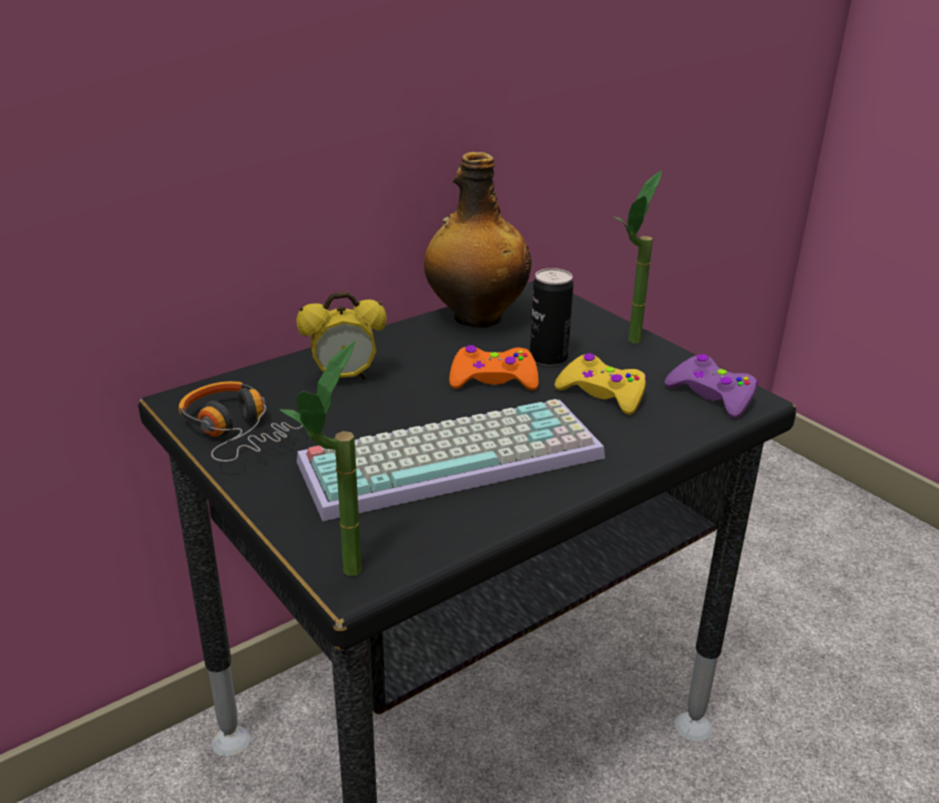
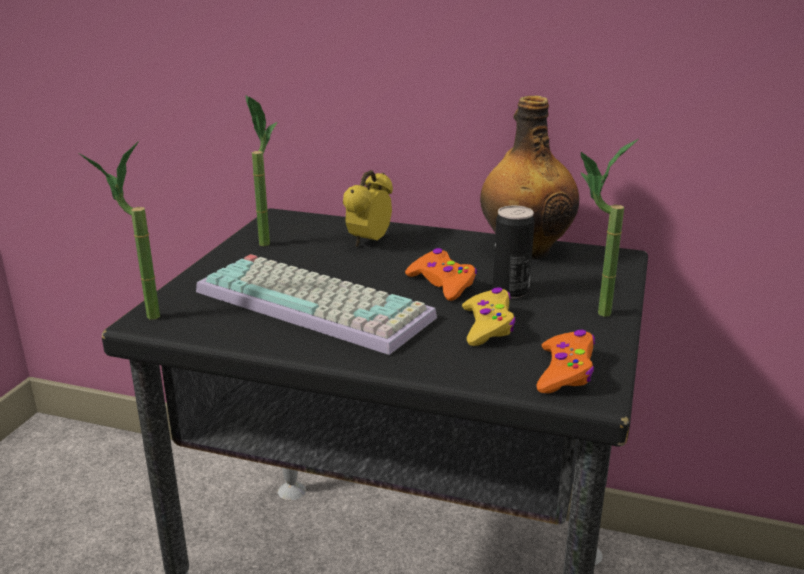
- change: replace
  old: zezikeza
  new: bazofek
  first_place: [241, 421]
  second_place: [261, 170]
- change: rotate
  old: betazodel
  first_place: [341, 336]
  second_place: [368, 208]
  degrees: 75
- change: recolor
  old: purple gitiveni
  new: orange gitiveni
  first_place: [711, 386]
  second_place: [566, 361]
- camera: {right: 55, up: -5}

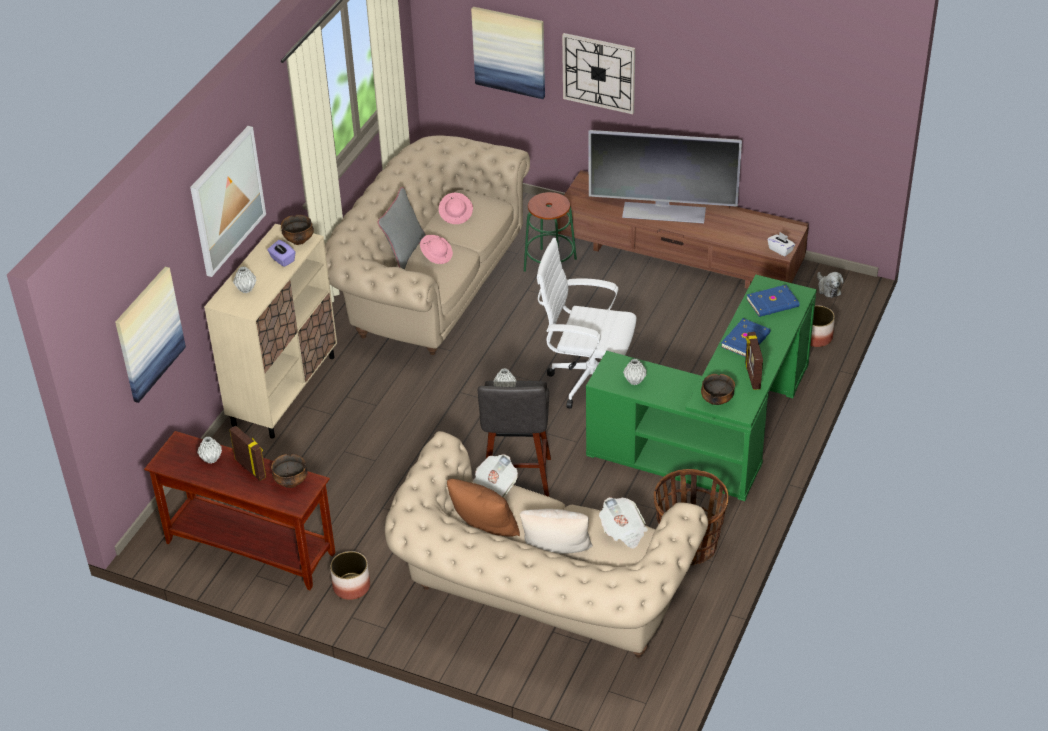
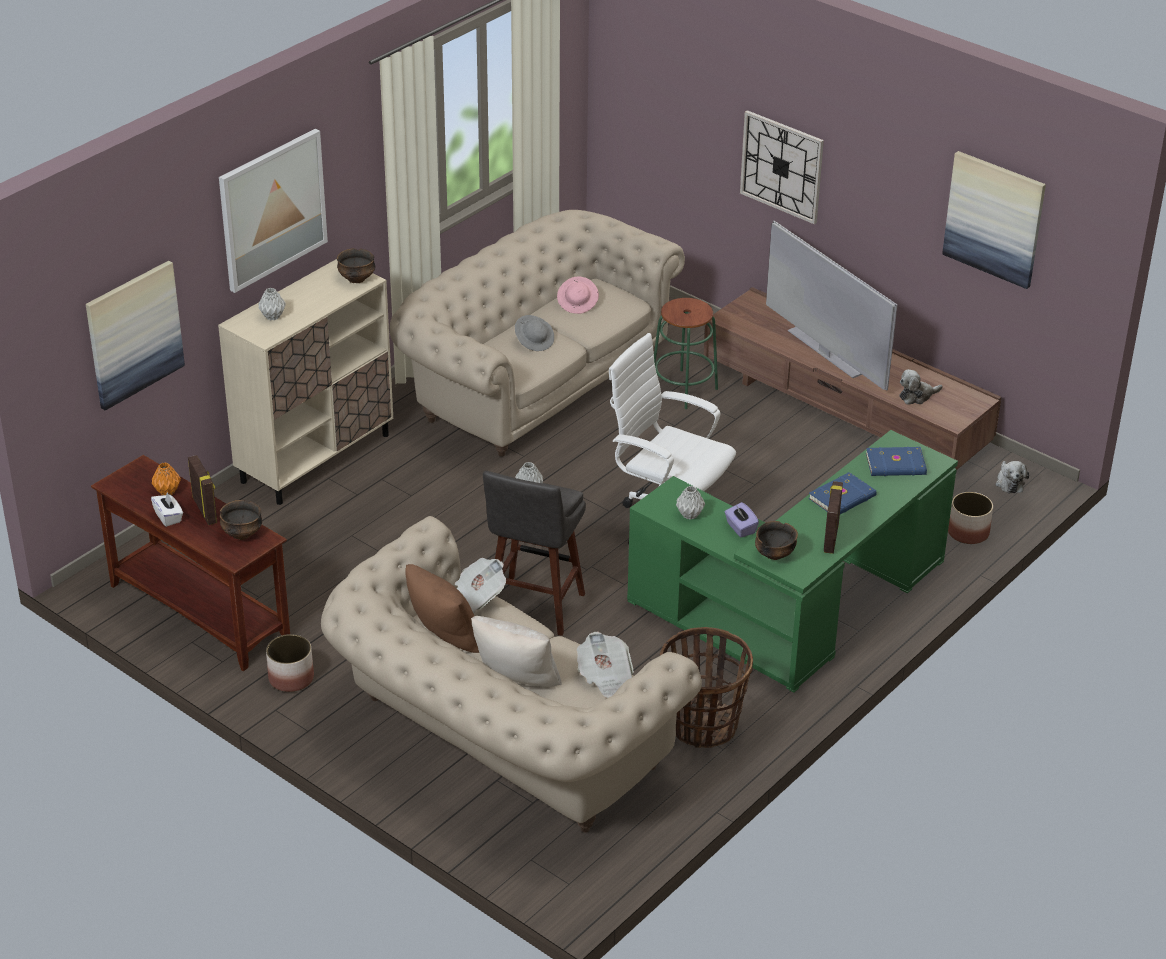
- change: move
  old: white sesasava
  first_place: [781, 244]
  second_place: [167, 509]
- change: recolor
  old: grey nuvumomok
  new: orange nuvumomok
  first_place: [209, 450]
  second_place: [166, 479]
- change: recolor
  old: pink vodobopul
  new: grey vodobopul
  first_place: [436, 249]
  second_place: [534, 333]
- change: move
  old: purple sesasava
  first_place: [281, 253]
  second_place: [742, 519]
- change: rotate
  old: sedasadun
  first_place: [665, 176]
  second_place: [831, 306]
  degrees: -150
- change: insert
  new: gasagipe
  second_place: [921, 387]
- change: move
  old: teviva
  first_place: [508, 53]
  second_place: [994, 220]
- change: delete
  old: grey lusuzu
  first_place: [402, 228]
- camera: {right: 15, up: -5}

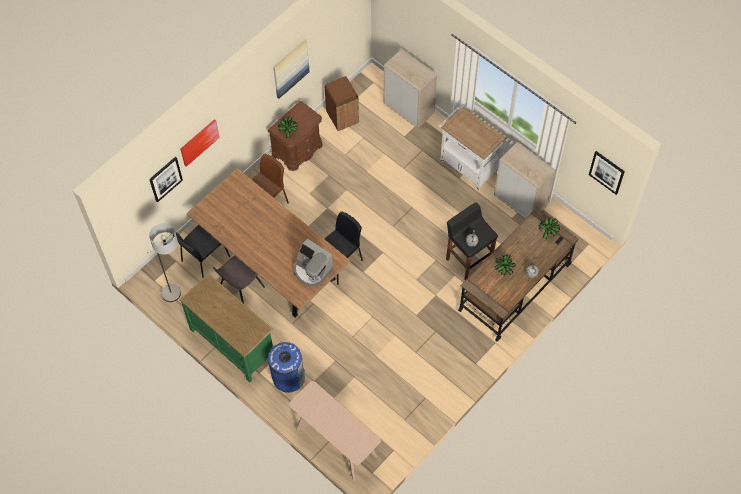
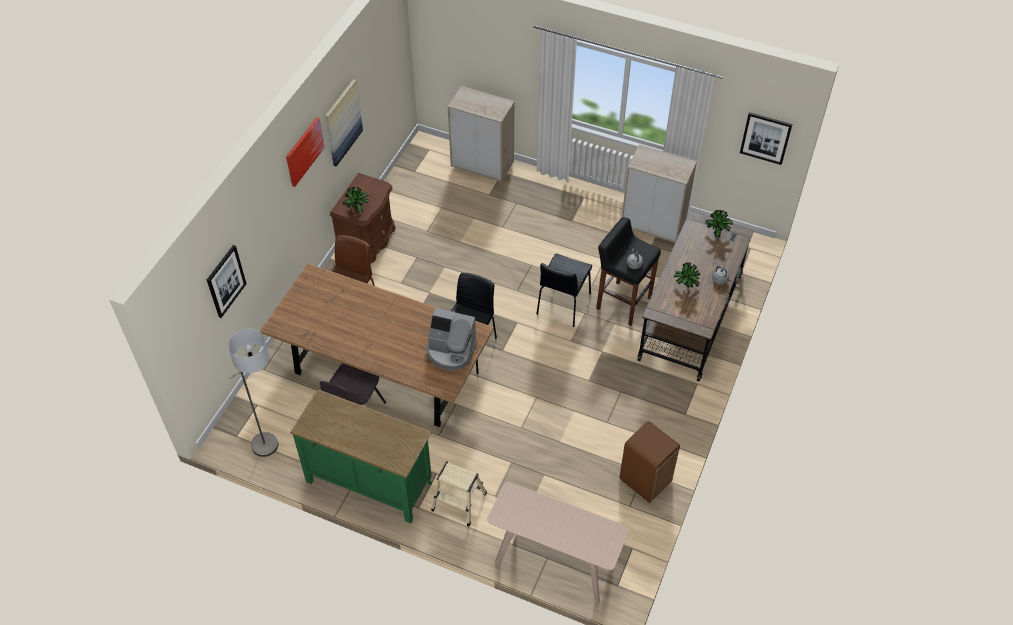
- change: move
  old: teviva
  first_place: [200, 143]
  second_place: [305, 152]
- change: replace
  old: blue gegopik
  new: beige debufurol
  first_place: [286, 367]
  second_place: [459, 493]
- change: move
  old: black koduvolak
  first_place: [201, 251]
  second_place: [564, 290]
- change: move
  old: brown gegopik
  first_place: [342, 103]
  second_place: [649, 462]
- change: delete
  old: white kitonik
  first_place: [472, 148]
- camera: {right: -20, up: -10}

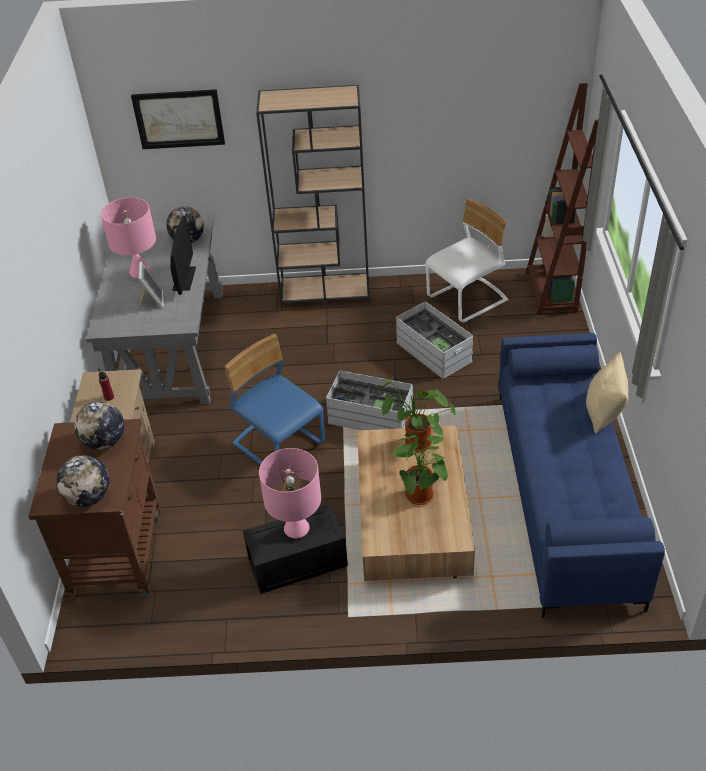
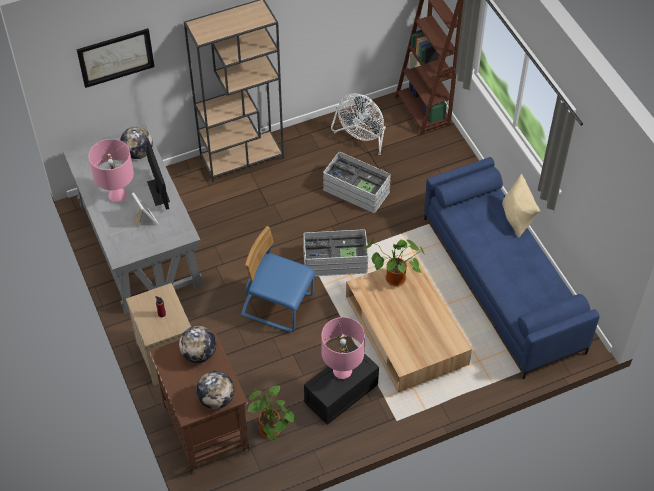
- change: move
  old: bazofek
  first_place: [420, 469]
  second_place: [271, 413]
- change: replace
  old: white koduvolak
  new: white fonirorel
  first_place: [466, 260]
  second_place: [358, 124]
- camera: {right: -25, up: 10}

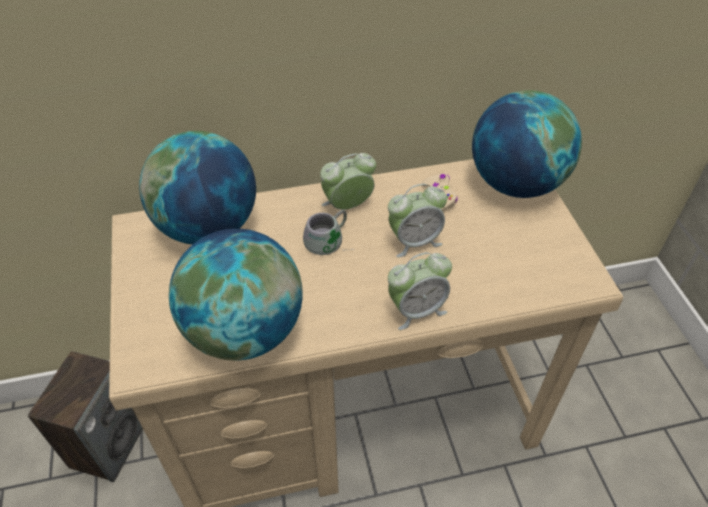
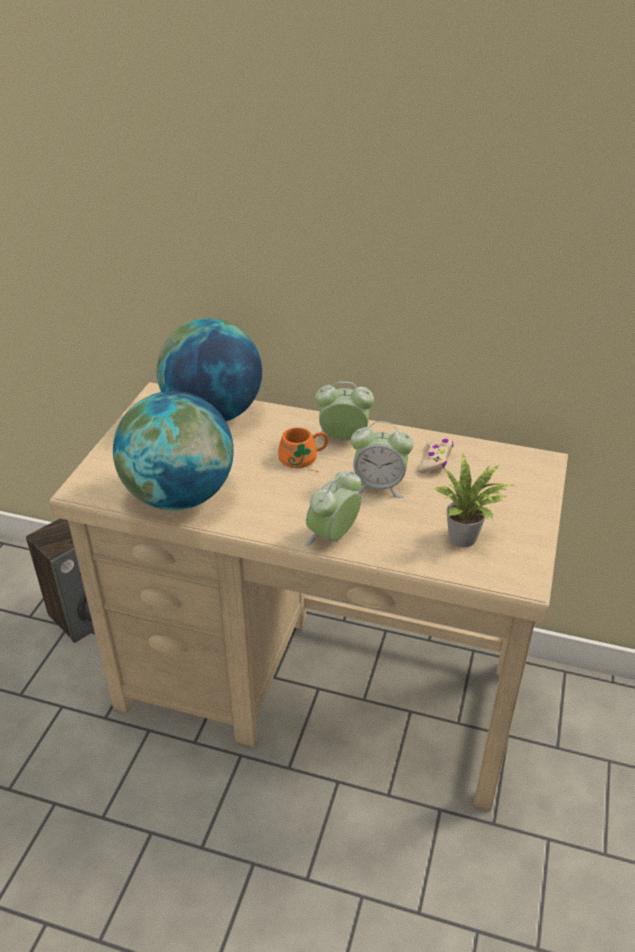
- change: recolor
  old: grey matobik
  new: orange matobik
  first_place: [328, 232]
  second_place: [303, 449]
- change: rotate
  old: betazodel
  first_place: [420, 291]
  second_place: [333, 508]
  degrees: 120
- change: insert
  new: bazofek
  second_place: [474, 500]
- change: delete
  old: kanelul
  first_place: [527, 144]
- camera: {right: 30, up: -10}

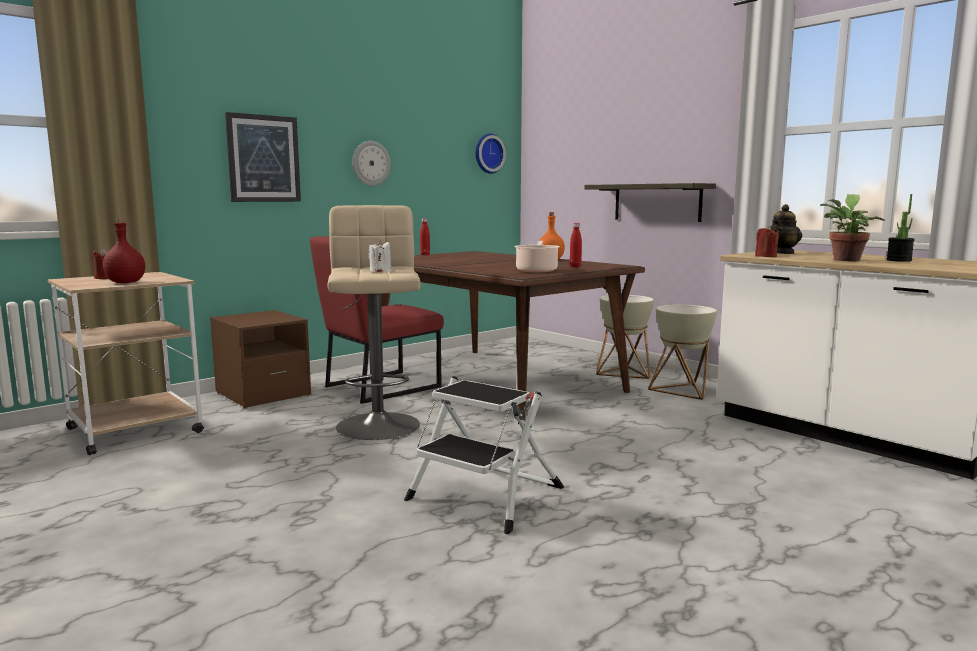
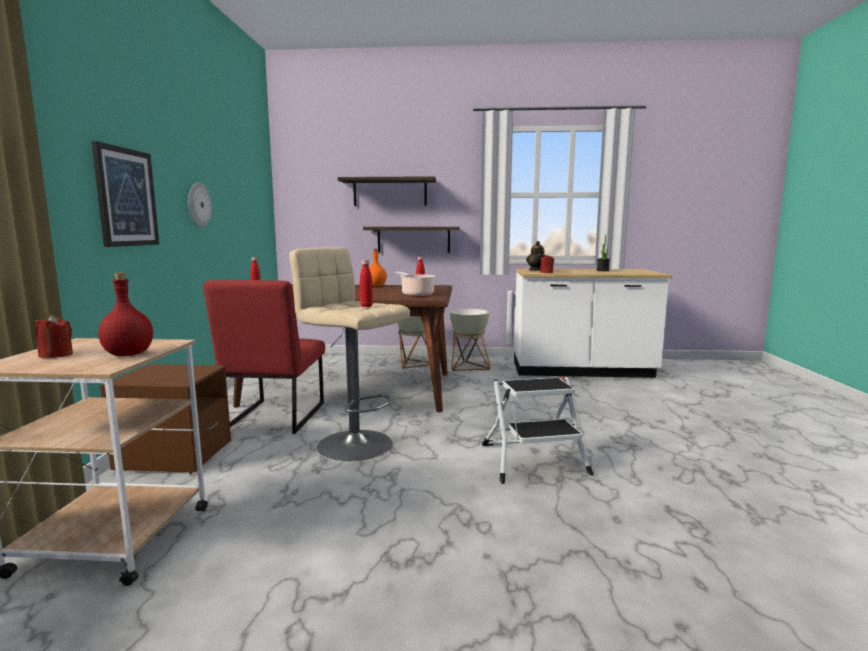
- change: insert
  new: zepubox
  second_place: [386, 191]
- change: replace
  old: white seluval
  new: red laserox
  first_place: [379, 256]
  second_place: [366, 283]
- change: delete
  old: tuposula
  first_place: [490, 154]
- change: delete
  old: bazofek
  first_place: [852, 228]
- camera: {right: -45, up: 0}

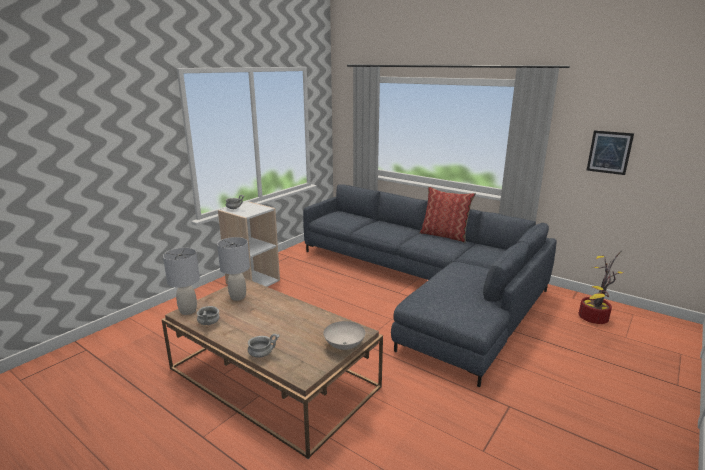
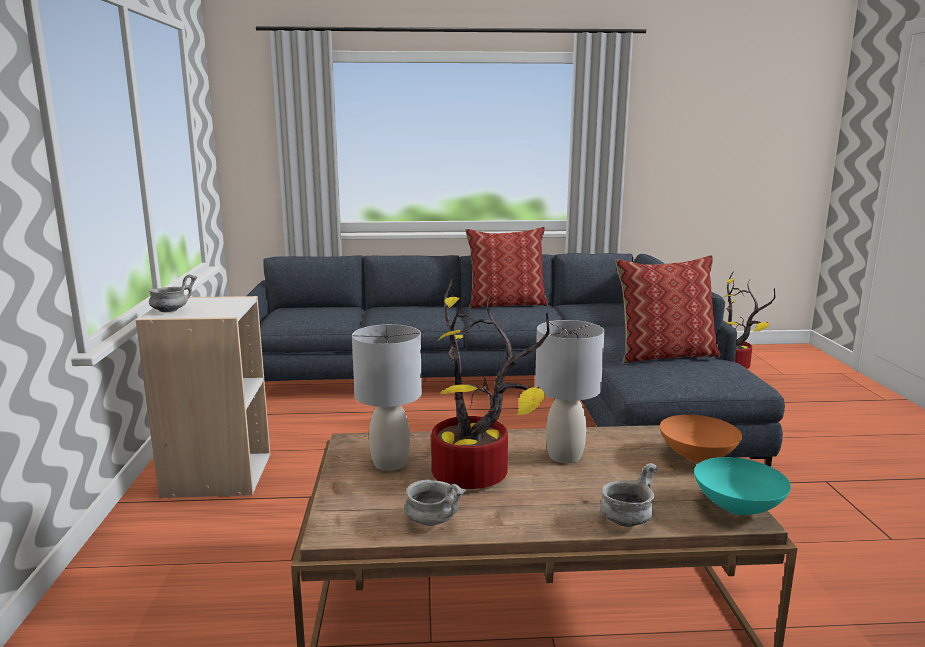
- change: insert
  new: bazofek
  second_place: [490, 383]
- change: move
  old: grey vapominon
  first_place: [181, 281]
  second_place: [570, 391]
- change: insert
  new: lusuzu
  second_place: [667, 309]
- change: recolor
  old: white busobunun
  new: orange busobunun
  first_place: [344, 335]
  second_place: [701, 439]
- change: insert
  new: turquoise busobunun
  second_place: [742, 486]
- change: delete
  old: teviva
  first_place: [610, 152]
- camera: {right: -40, up: -5}

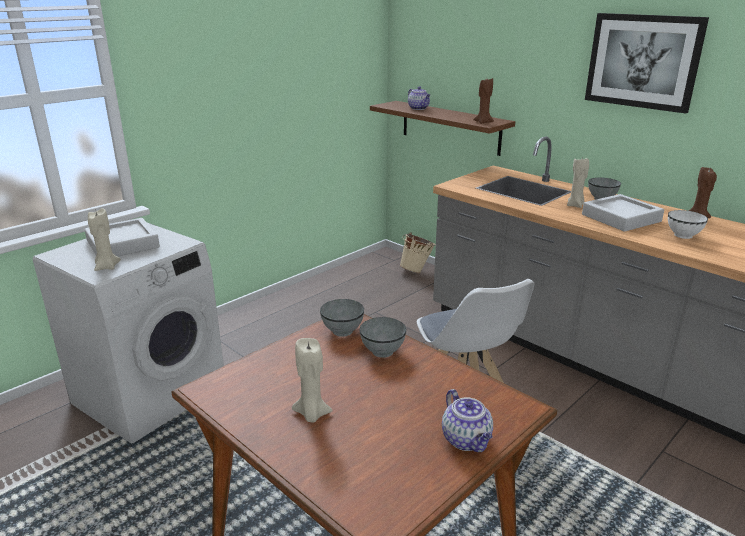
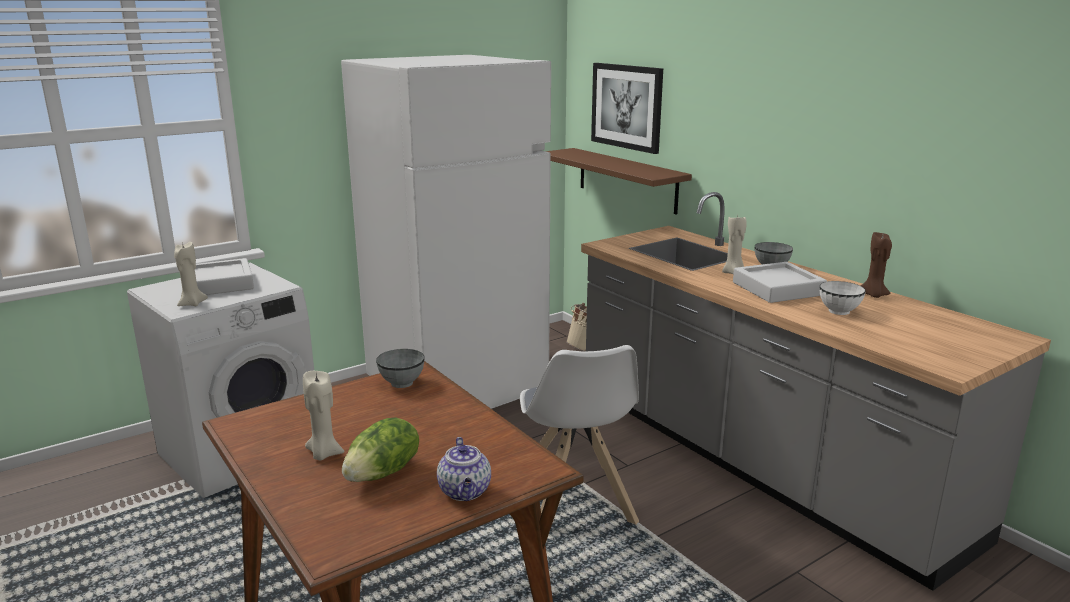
- change: insert
  new: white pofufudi
  second_place: [446, 232]
- change: insert
  new: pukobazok
  second_place: [380, 449]
- change: move
  old: teviva
  first_place: [647, 63]
  second_place: [627, 108]
- change: delete
  old: grey busobunun
  first_place: [382, 337]
- change: delete
  old: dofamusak
  first_place: [419, 98]
- change: delete
  old: brown seluval
  first_place: [483, 101]
- camera: {right: 10, up: -5}

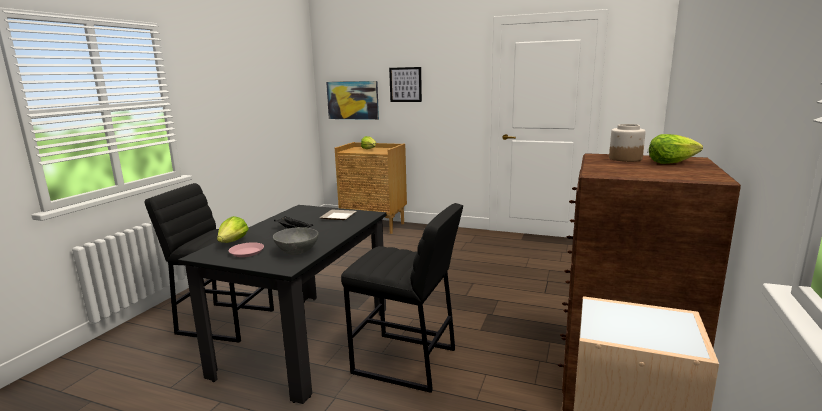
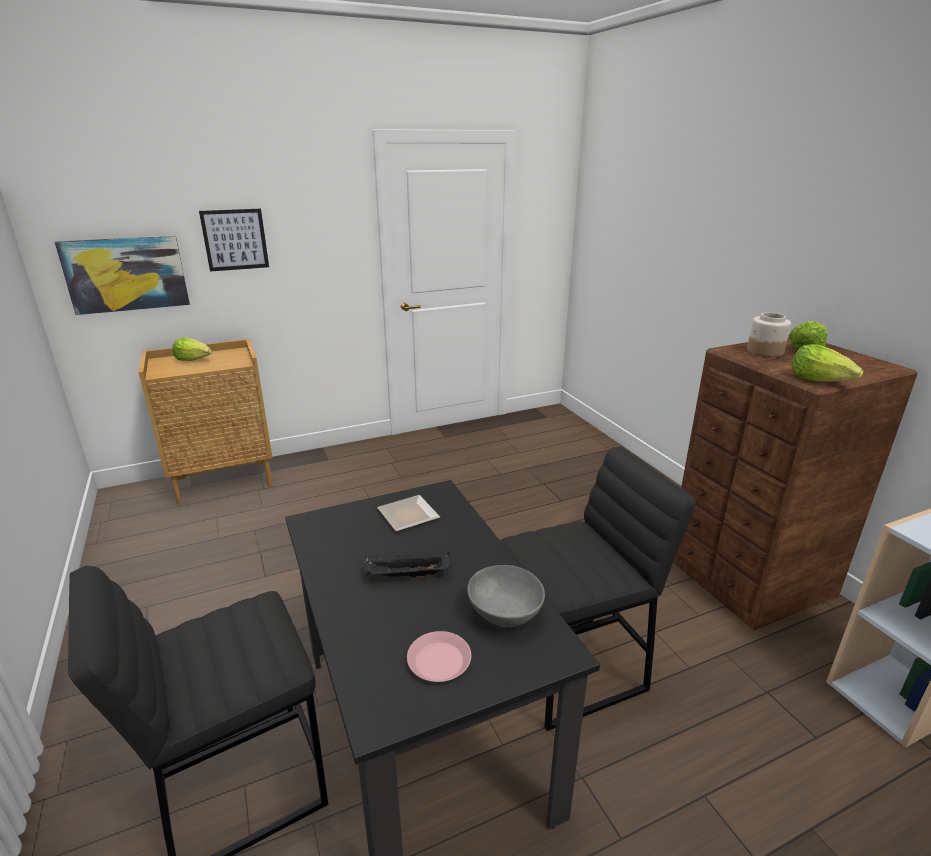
- change: move
  old: pukobazok
  first_place: [233, 229]
  second_place: [827, 363]
- camera: {right: -45, up: 10}

